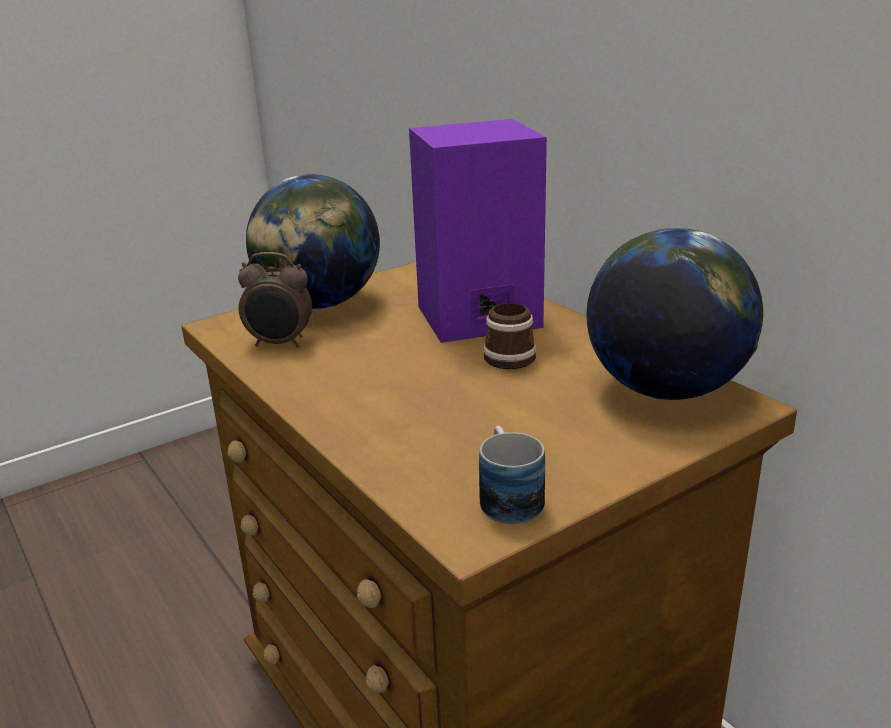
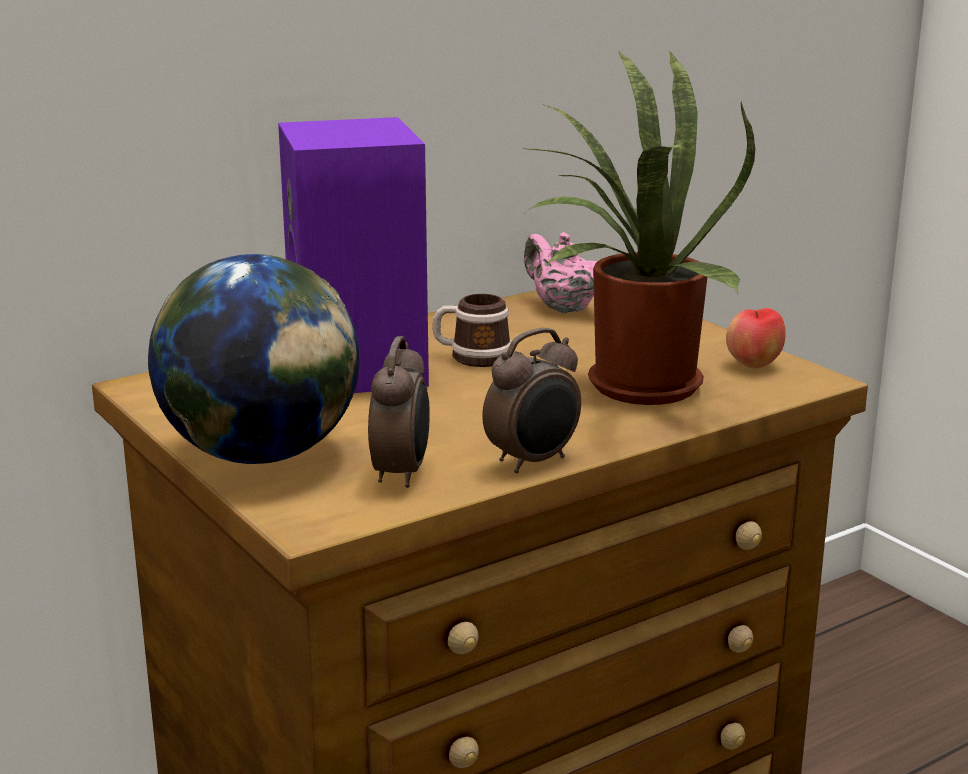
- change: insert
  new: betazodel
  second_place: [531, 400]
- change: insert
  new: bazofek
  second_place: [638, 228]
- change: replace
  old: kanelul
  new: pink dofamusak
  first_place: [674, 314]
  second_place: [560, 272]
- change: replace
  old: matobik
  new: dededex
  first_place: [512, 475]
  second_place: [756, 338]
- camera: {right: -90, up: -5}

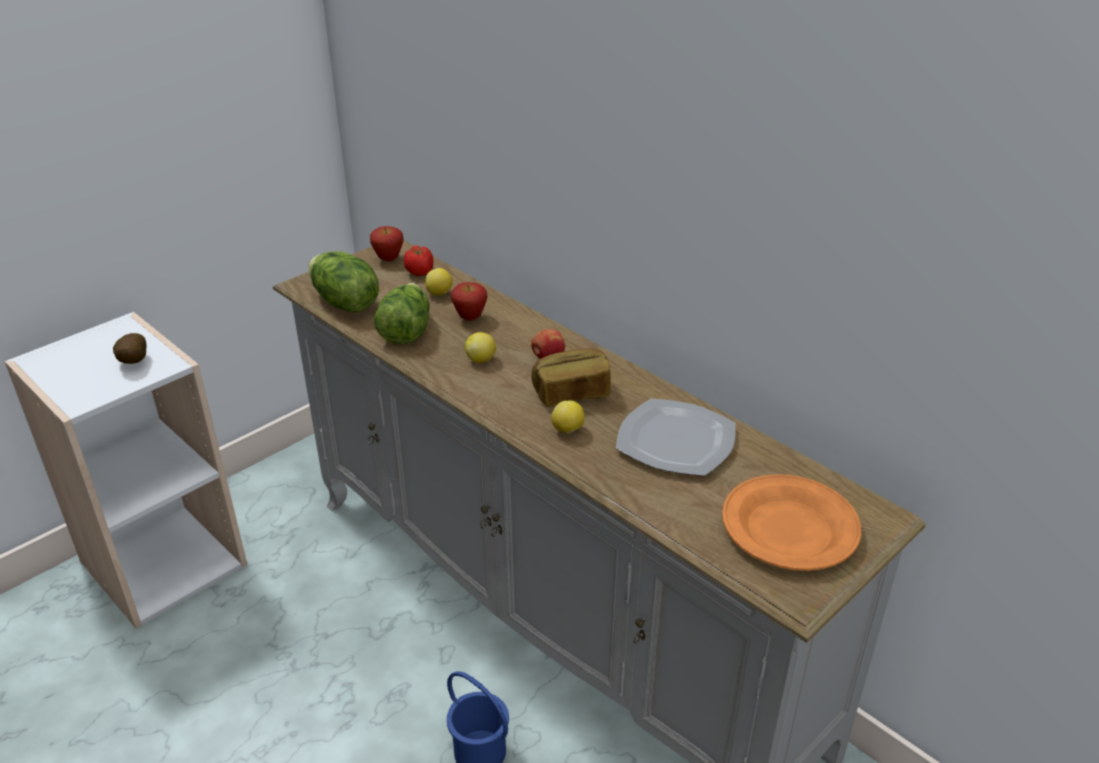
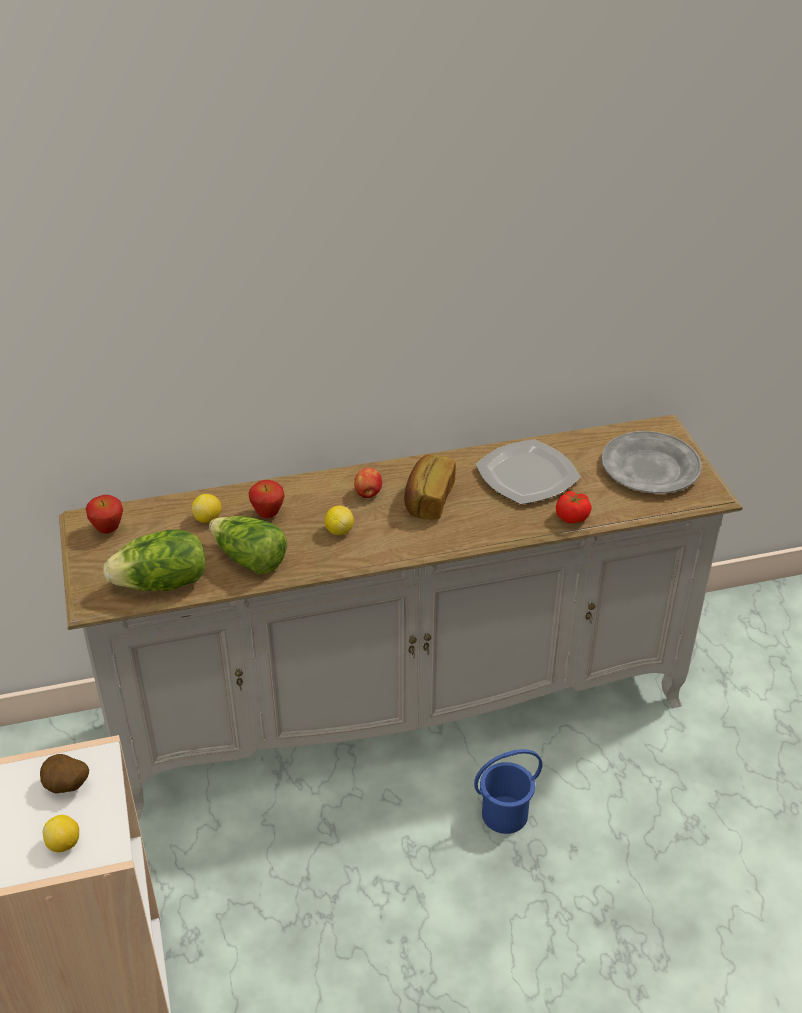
- change: move
  old: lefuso
  first_place: [568, 416]
  second_place: [61, 833]
- change: move
  old: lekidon
  first_place: [419, 261]
  second_place: [574, 507]
- change: recolor
  old: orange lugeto
  new: grey lugeto
  first_place: [791, 522]
  second_place: [651, 462]
- camera: {right: -60, up: 5}

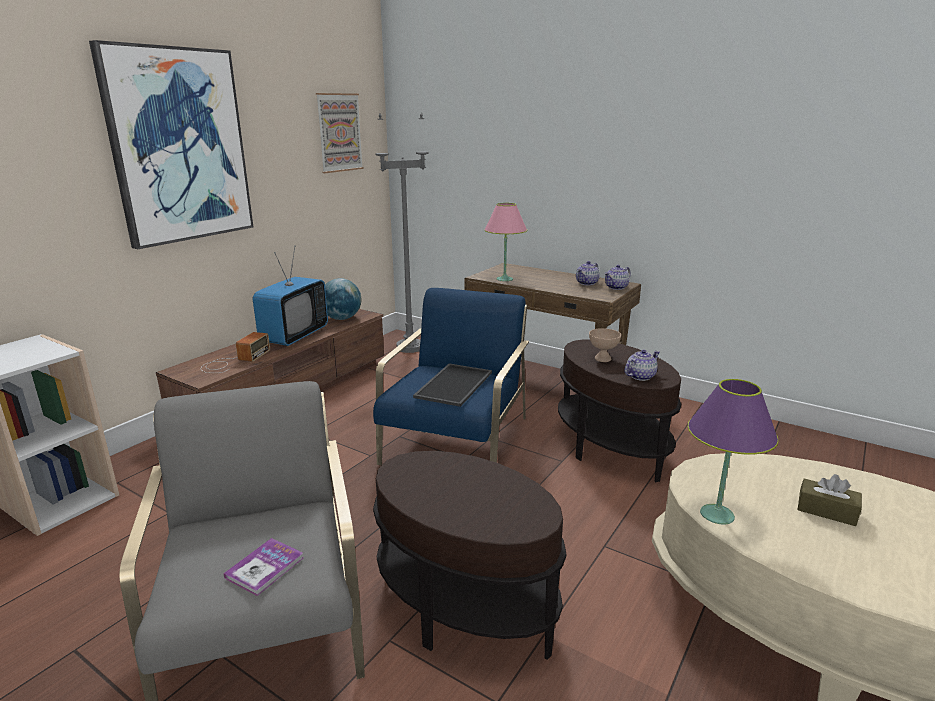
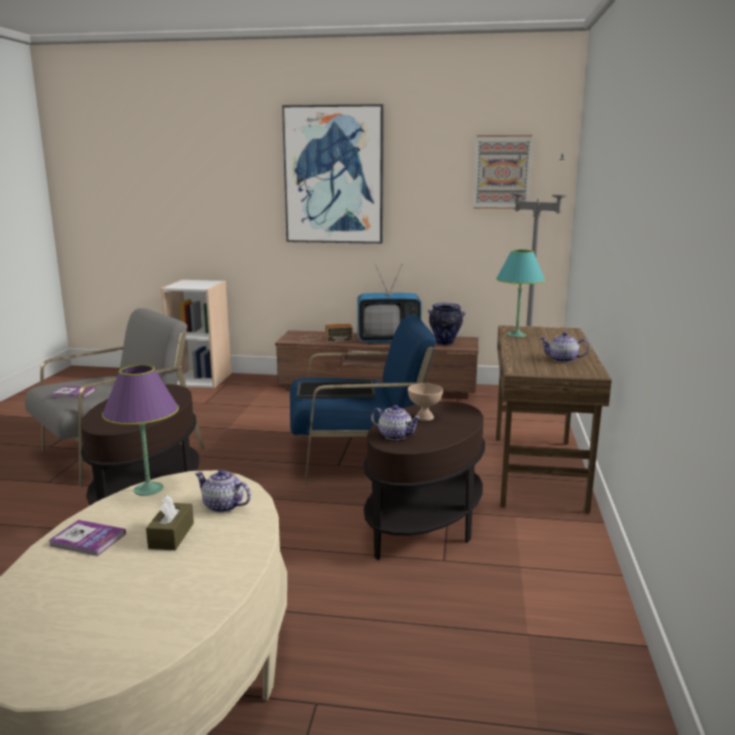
- change: insert
  new: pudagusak
  second_place: [87, 538]
- change: move
  old: dofamusak
  first_place: [617, 277]
  second_place: [223, 491]
- change: replace
  old: kanelul
  new: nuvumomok
  first_place: [343, 299]
  second_place: [446, 324]
- change: recolor
  old: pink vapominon
  new: turquoise vapominon
  first_place: [505, 242]
  second_place: [520, 293]
- camera: {right: 65, up: -5}

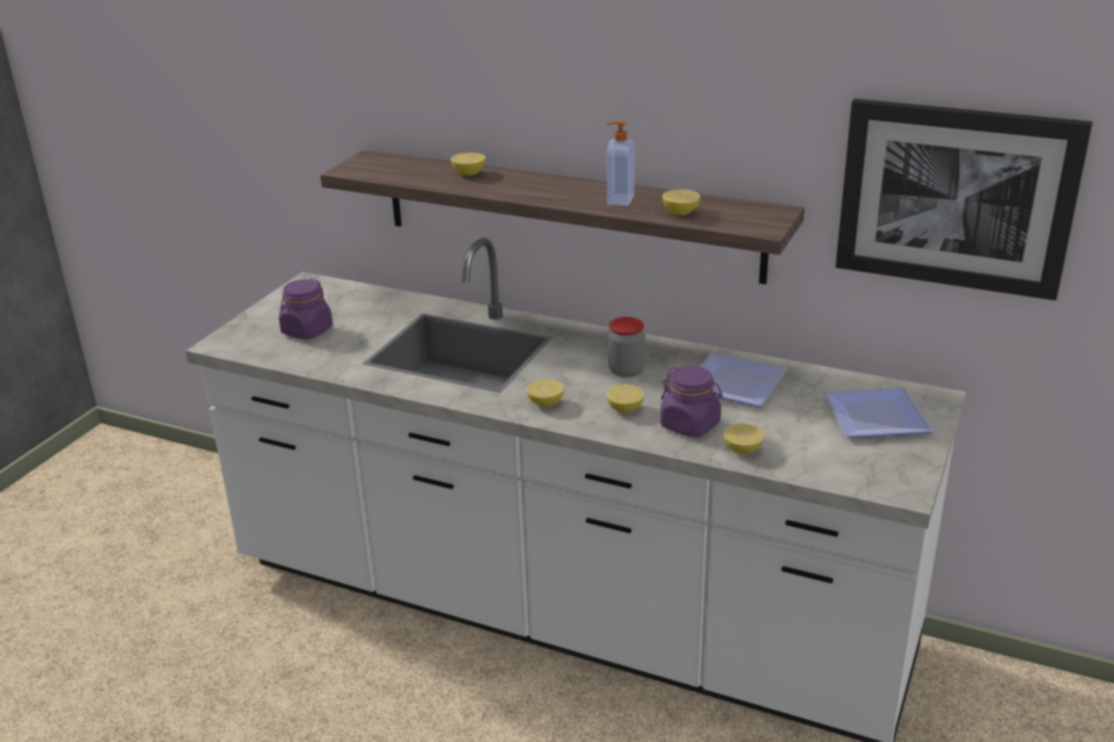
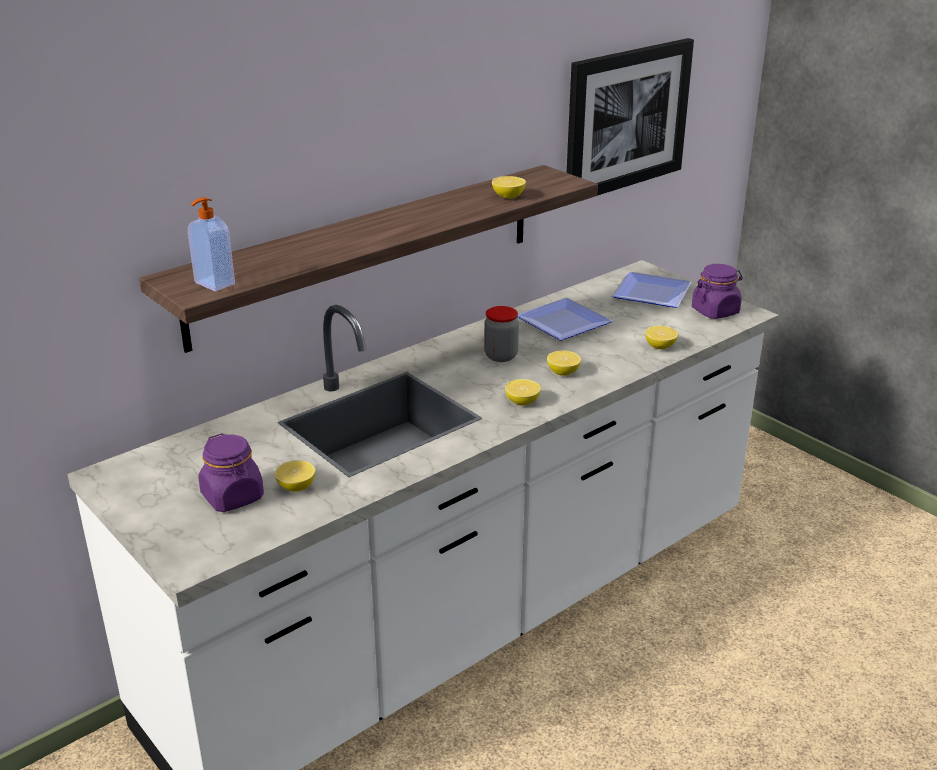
- change: move
  old: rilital
  first_place: [620, 163]
  second_place: [211, 244]
- change: move
  old: lefuso
  first_place: [468, 164]
  second_place: [294, 476]
- change: move
  old: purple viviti
  first_place: [691, 402]
  second_place: [717, 291]
- camera: {right: -65, up: 0}

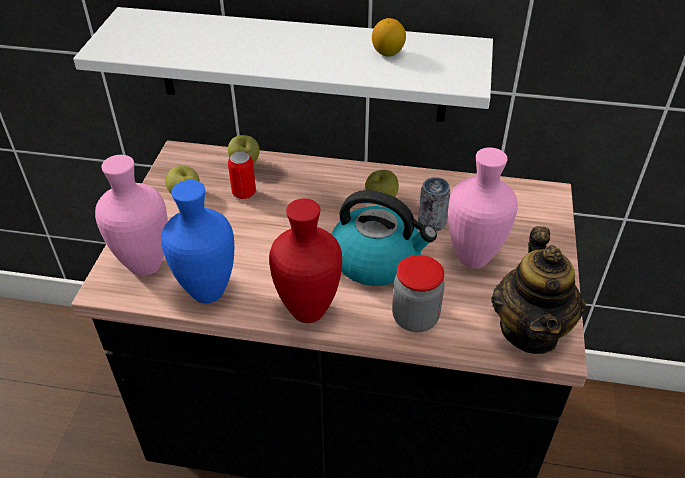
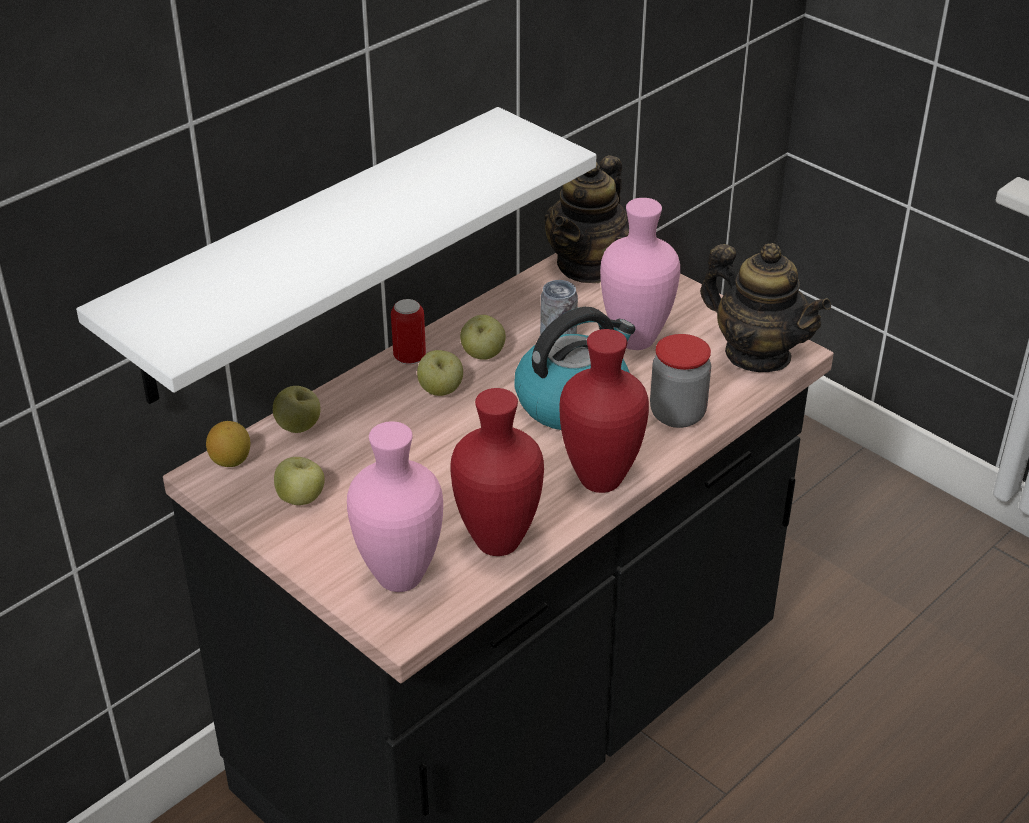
- change: move
  old: lefuso
  first_place: [389, 37]
  second_place: [228, 444]
- change: move
  old: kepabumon
  first_place: [242, 175]
  second_place: [408, 331]
- change: insert
  new: dededex
  second_place: [440, 373]
- change: recolor
  old: blue nuvumomok
  new: red nuvumomok
  first_place: [197, 241]
  second_place: [497, 472]
- change: insert
  new: dofamusak
  second_place: [586, 219]
- camera: {right: -55, up: -5}

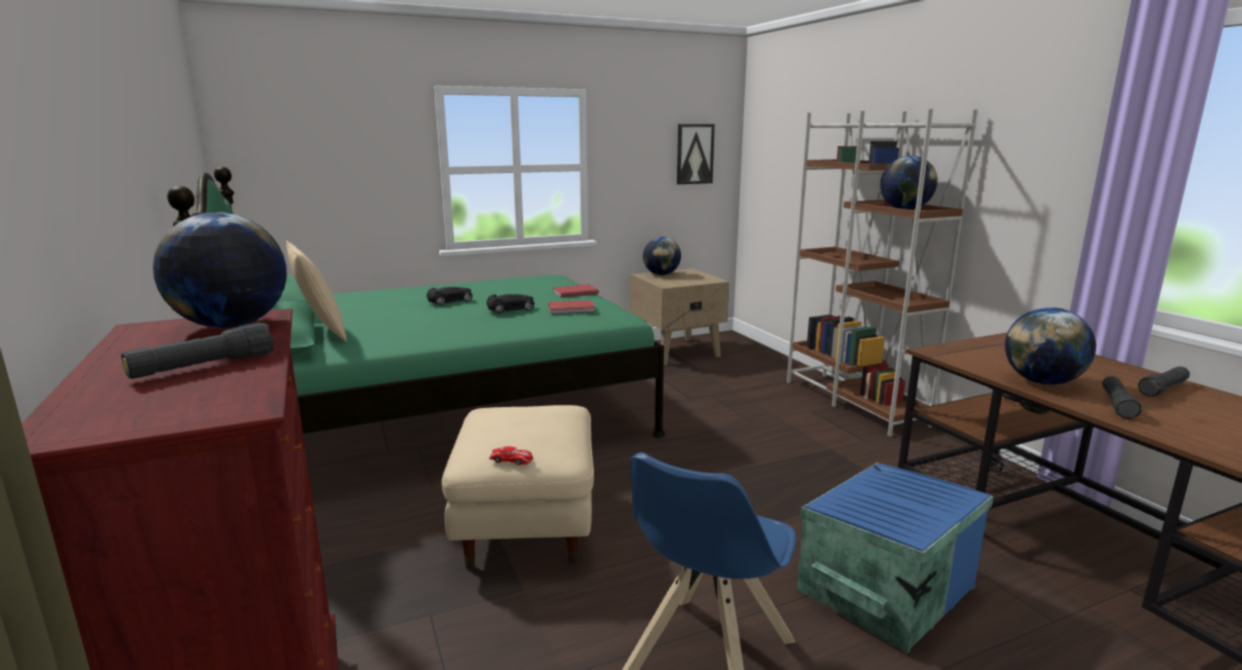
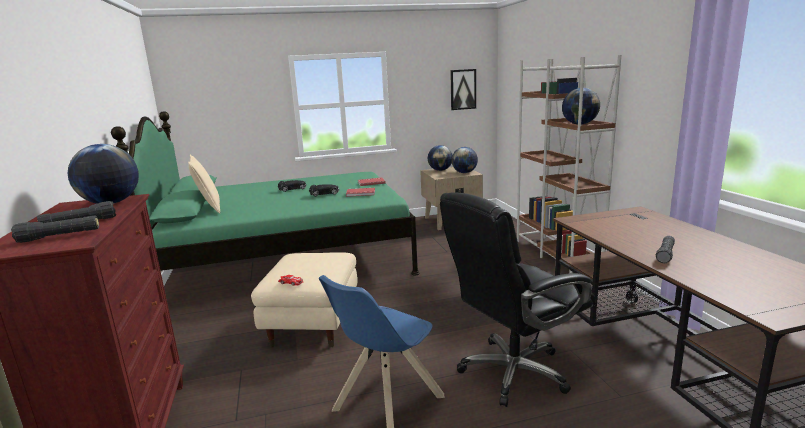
- change: move
  old: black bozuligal
  first_place: [1164, 381]
  second_place: [55, 229]
- change: replace
  old: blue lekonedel
  new: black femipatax
  first_place: [895, 558]
  second_place: [518, 299]
- change: move
  old: kanelul
  first_place: [1050, 346]
  second_place: [464, 160]
- camera: {right: 10, up: 0}

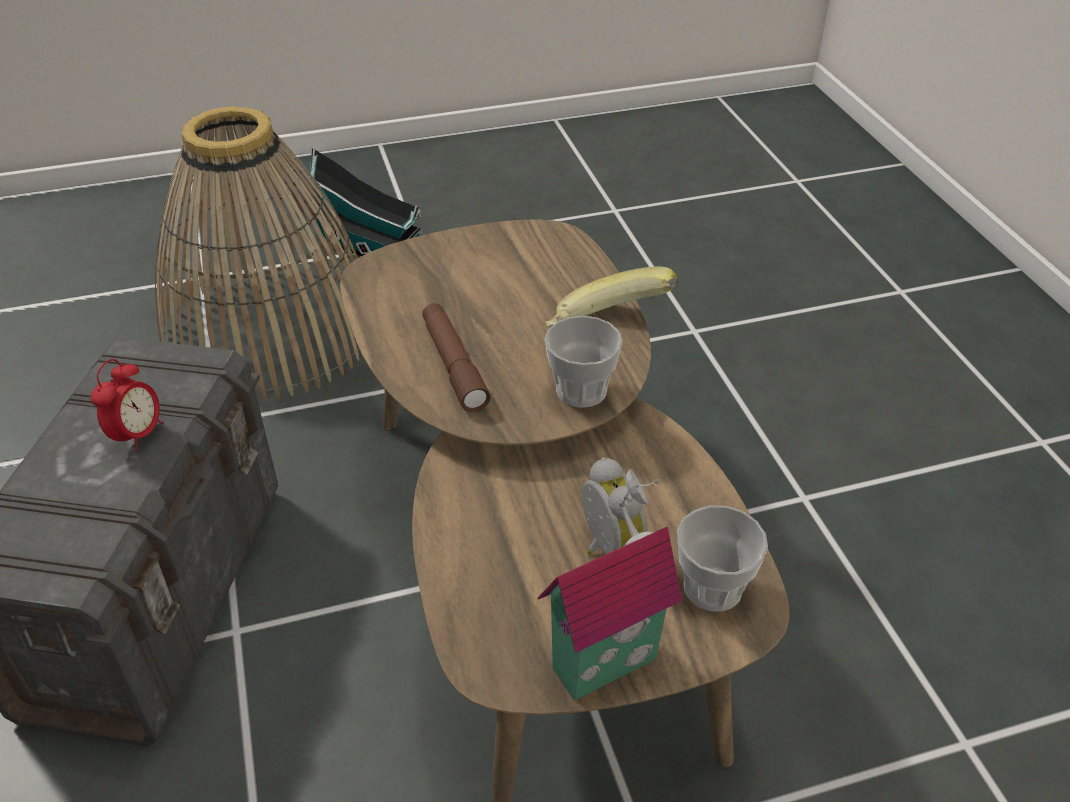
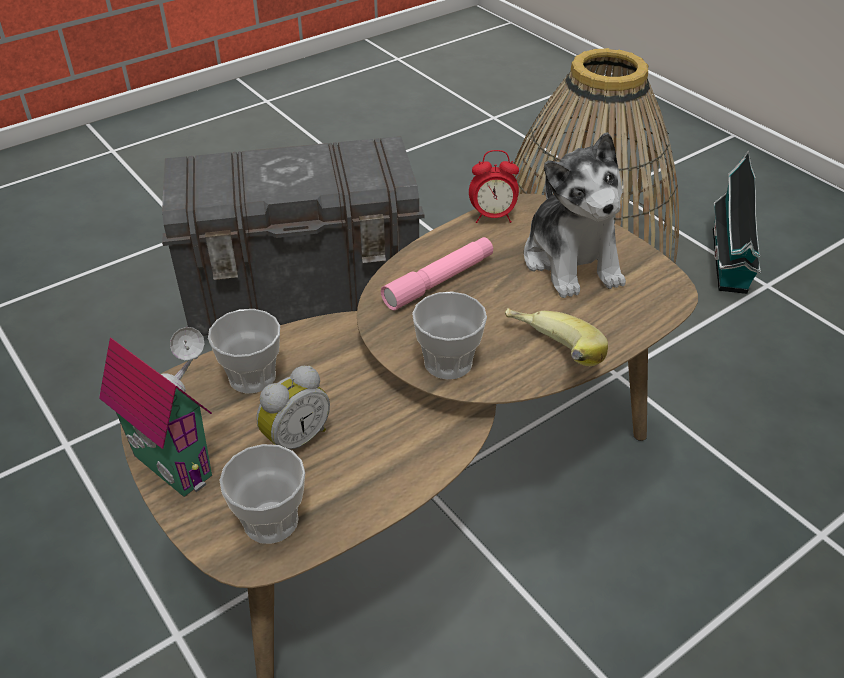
- change: insert
  new: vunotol
  second_place: [244, 351]
- change: recolor
  old: brown bozuligal
  new: pink bozuligal
  first_place: [456, 357]
  second_place: [437, 274]
- change: move
  old: betazodel
  first_place: [127, 405]
  second_place: [494, 186]
- change: insert
  new: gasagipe
  second_place: [575, 215]
- camera: {right: 70, up: 0}

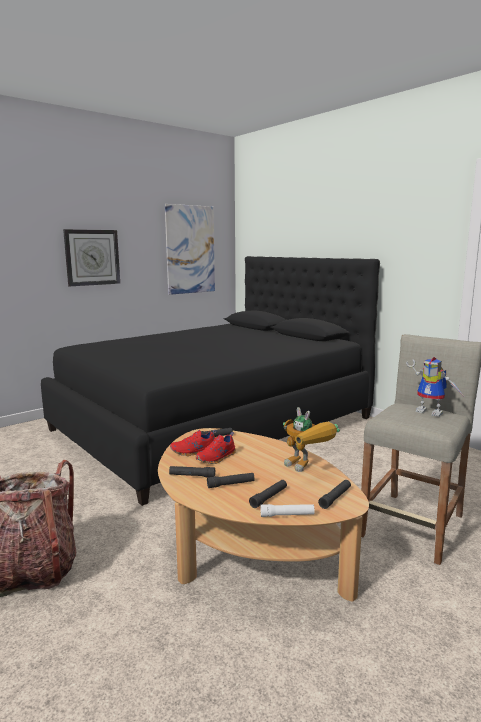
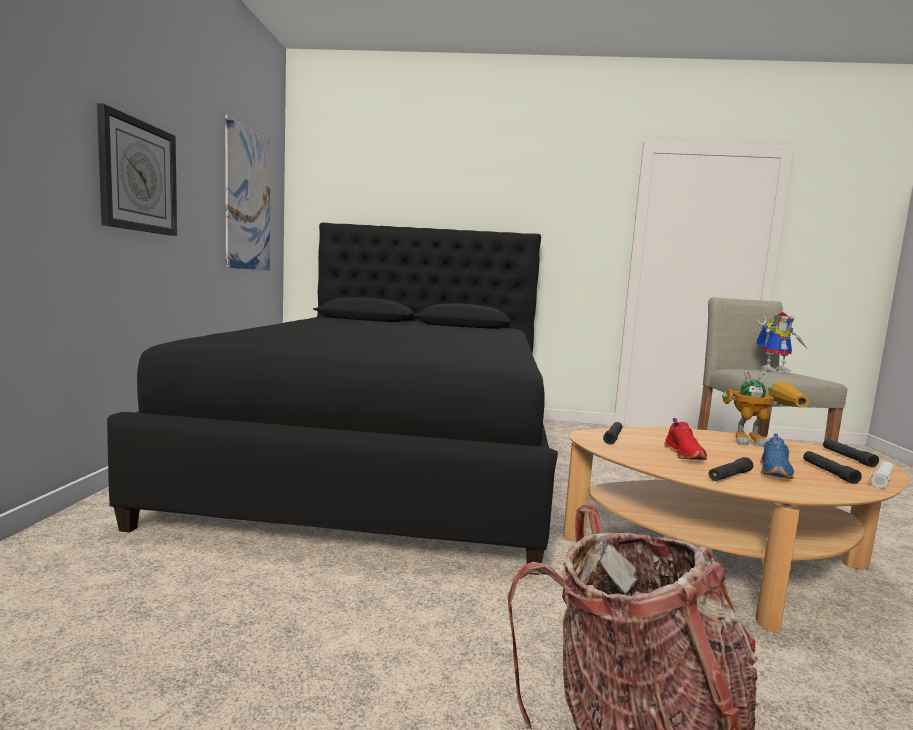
- change: replace
  old: black bozuligal
  new: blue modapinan
  first_place: [231, 480]
  second_place: [777, 456]
- change: delete
  old: red modapinan
  first_place: [193, 443]
- camera: {right: -45, up: -5}

